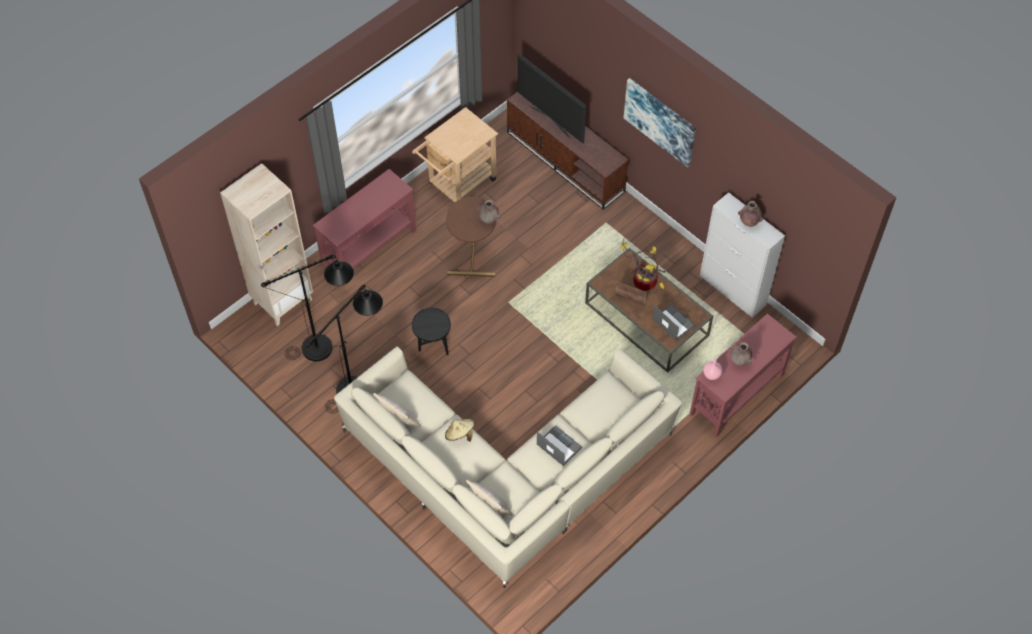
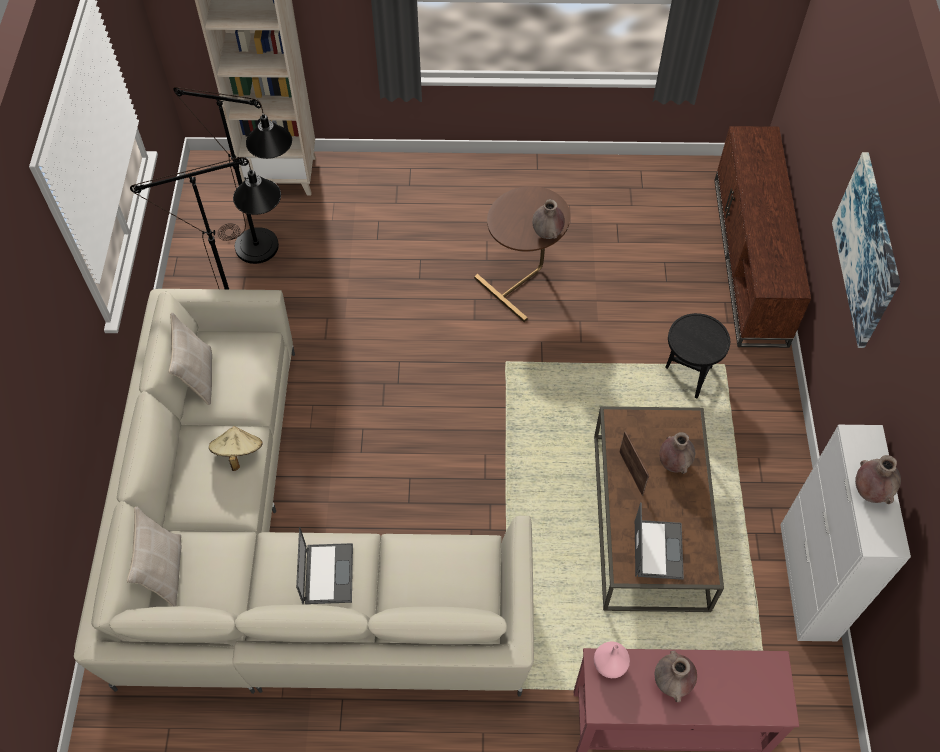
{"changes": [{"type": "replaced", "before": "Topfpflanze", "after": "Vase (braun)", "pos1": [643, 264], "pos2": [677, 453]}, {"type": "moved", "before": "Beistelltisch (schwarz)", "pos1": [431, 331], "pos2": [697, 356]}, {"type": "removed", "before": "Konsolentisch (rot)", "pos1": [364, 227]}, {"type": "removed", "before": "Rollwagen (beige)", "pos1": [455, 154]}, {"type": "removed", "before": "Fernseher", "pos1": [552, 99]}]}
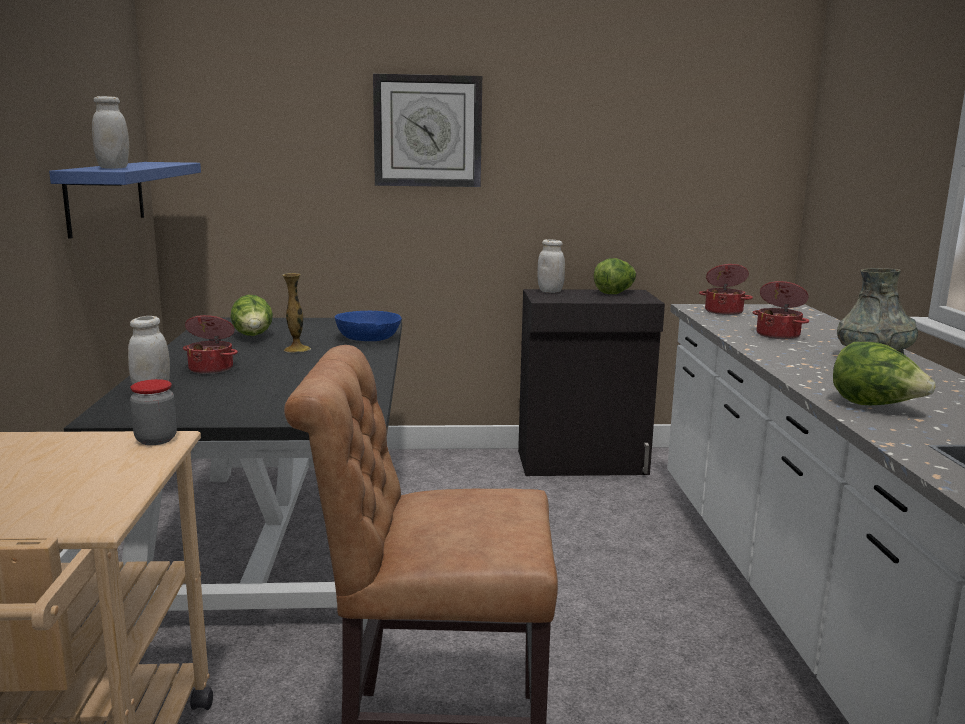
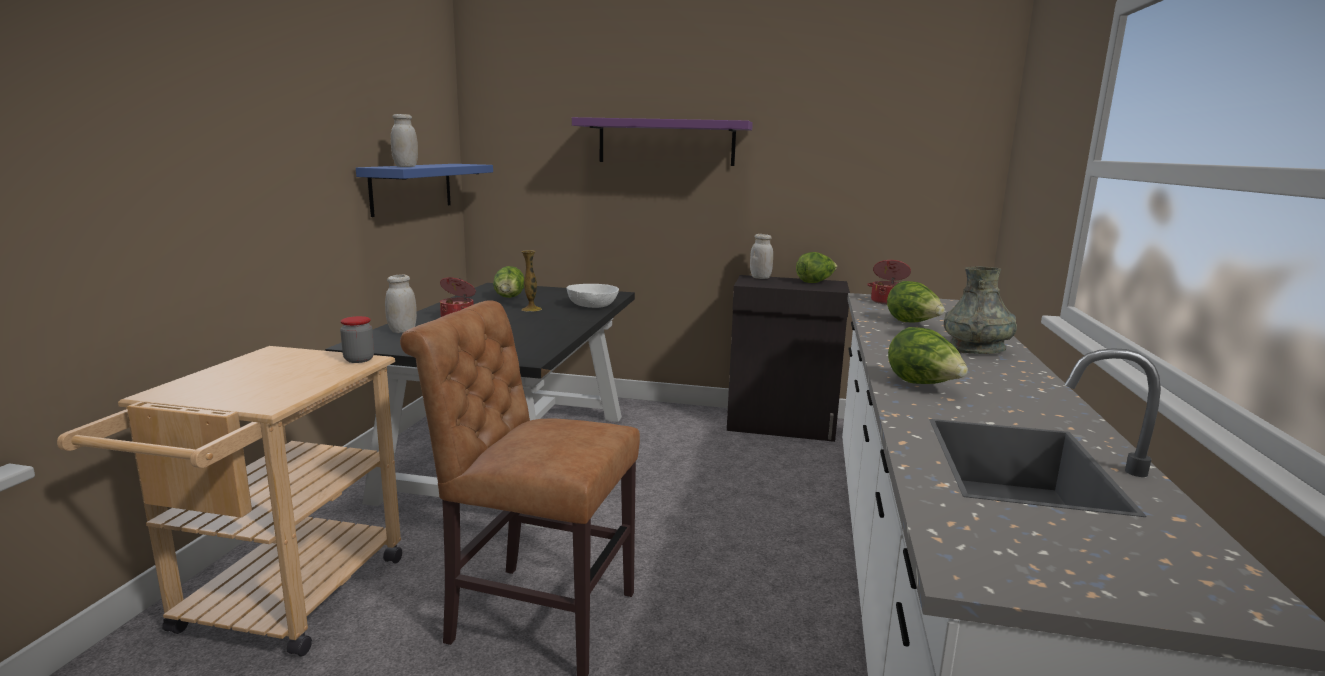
{"changes": [{"type": "recoloured", "before": "Schüssel (blau)", "after": "Schüssel (weiß)", "pos1": [368, 326], "pos2": [593, 296]}, {"type": "replaced", "before": "Wanduhr", "after": "Wandregal (lila)", "pos1": [427, 130], "pos2": [662, 141]}, {"type": "replaced", "before": "Kochtopf", "after": "Salatkopf", "pos1": [781, 310], "pos2": [916, 302]}]}
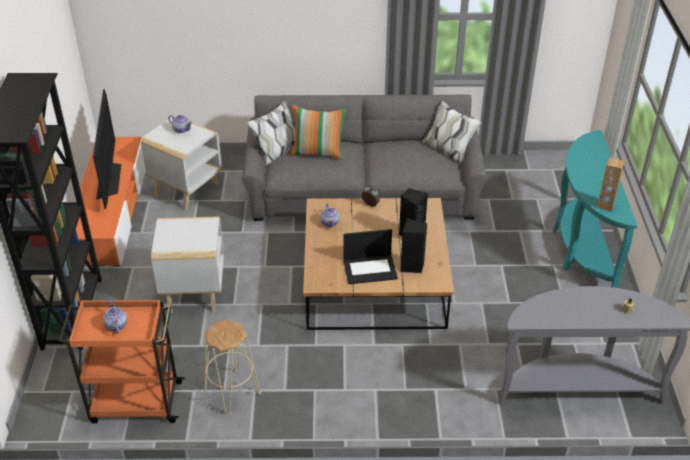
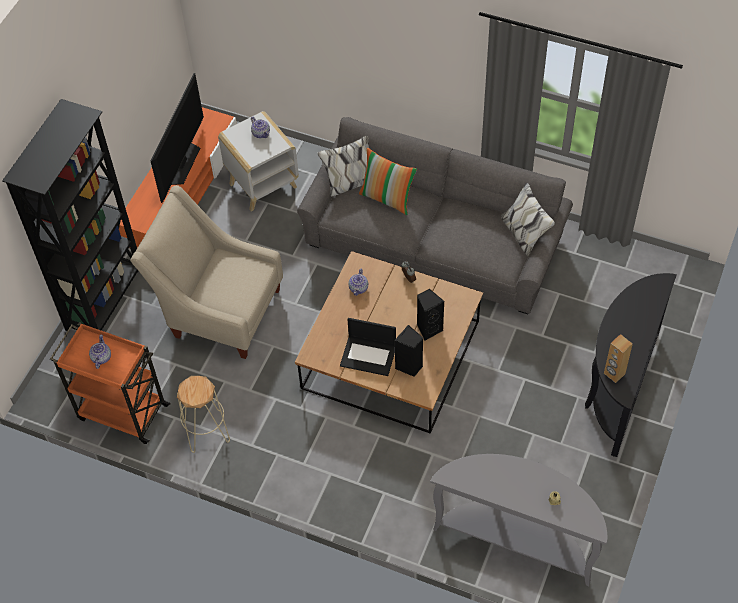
{"changes": [{"type": "replaced", "before": "Beistelltisch (weiß)", "after": "Sessel (beige)", "pos1": [187, 264], "pos2": [206, 272]}, {"type": "recoloured", "before": "Konsolentisch (türkis)", "after": "Konsolentisch (schwarz)", "pos1": [595, 209], "pos2": [630, 365]}]}
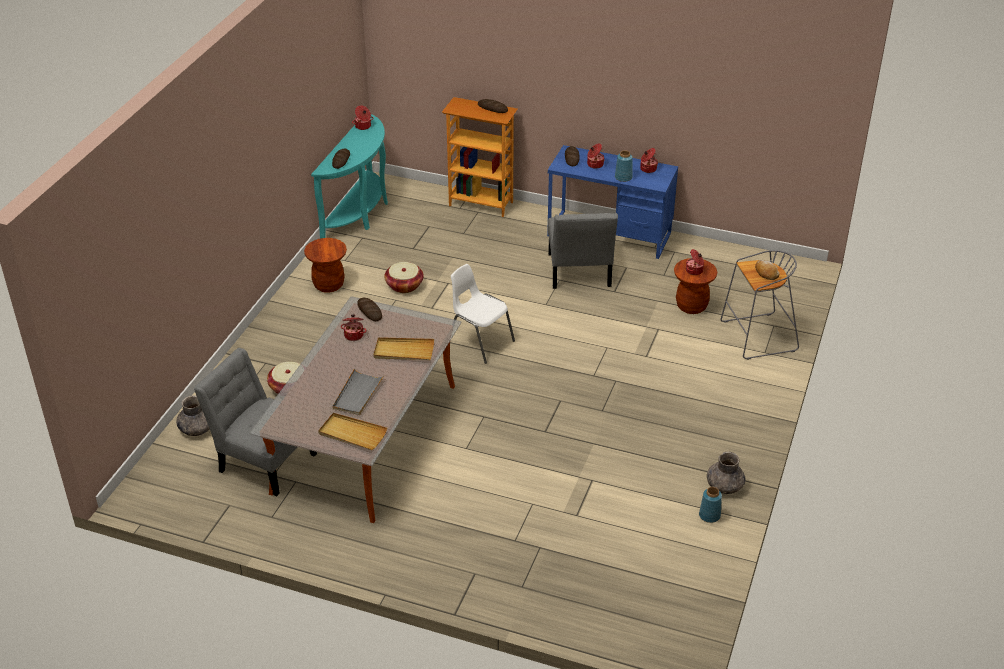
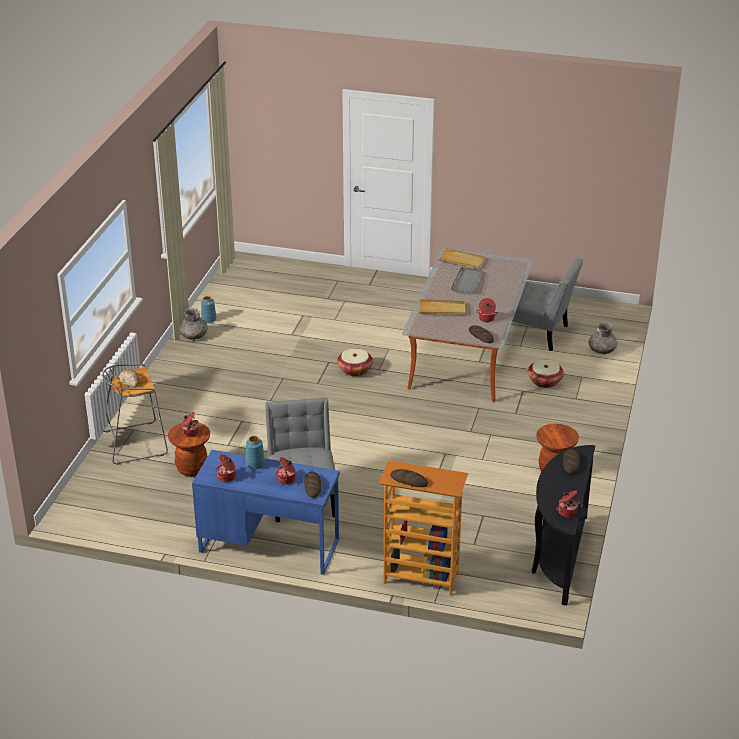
{"changes": [{"type": "moved", "before": "Korb", "pos1": [404, 277], "pos2": [355, 362]}, {"type": "recoloured", "before": "Konsolentisch (türkis)", "after": "Konsolentisch (schwarz)", "pos1": [349, 176], "pos2": [563, 525]}, {"type": "removed", "before": "Stuhl (weiß)", "pos1": [483, 314]}]}
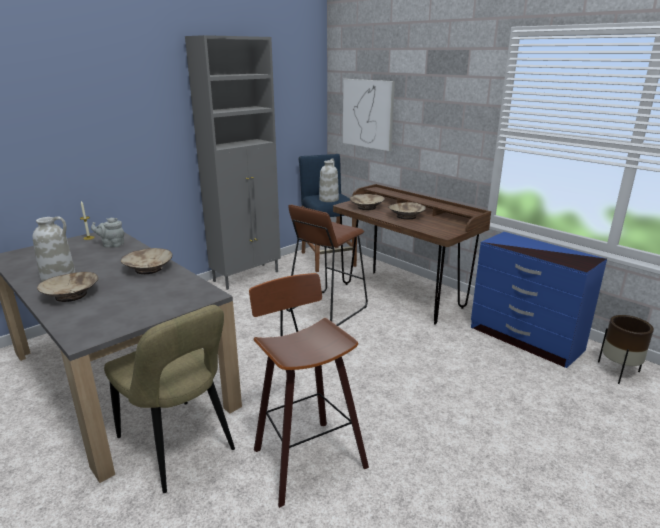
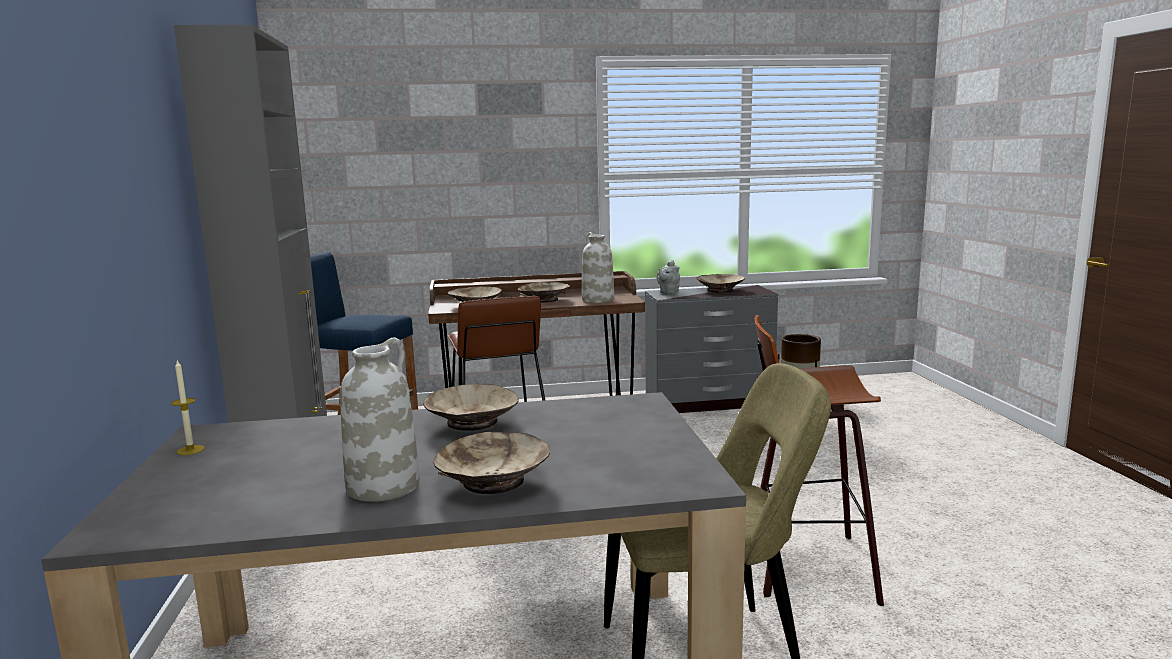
{"changes": [{"type": "moved", "before": "Vase (weiß)", "pos1": [329, 180], "pos2": [598, 267]}, {"type": "recoloured", "before": "Kommode (blau)", "after": "Kommode (grau)", "pos1": [539, 300], "pos2": [711, 349]}, {"type": "moved", "before": "Teekanne (grau)", "pos1": [107, 232], "pos2": [668, 277]}, {"type": "added", "after": "Schüssel (beige)", "pos2": [720, 283]}, {"type": "removed", "before": "Bild", "pos1": [369, 115]}]}
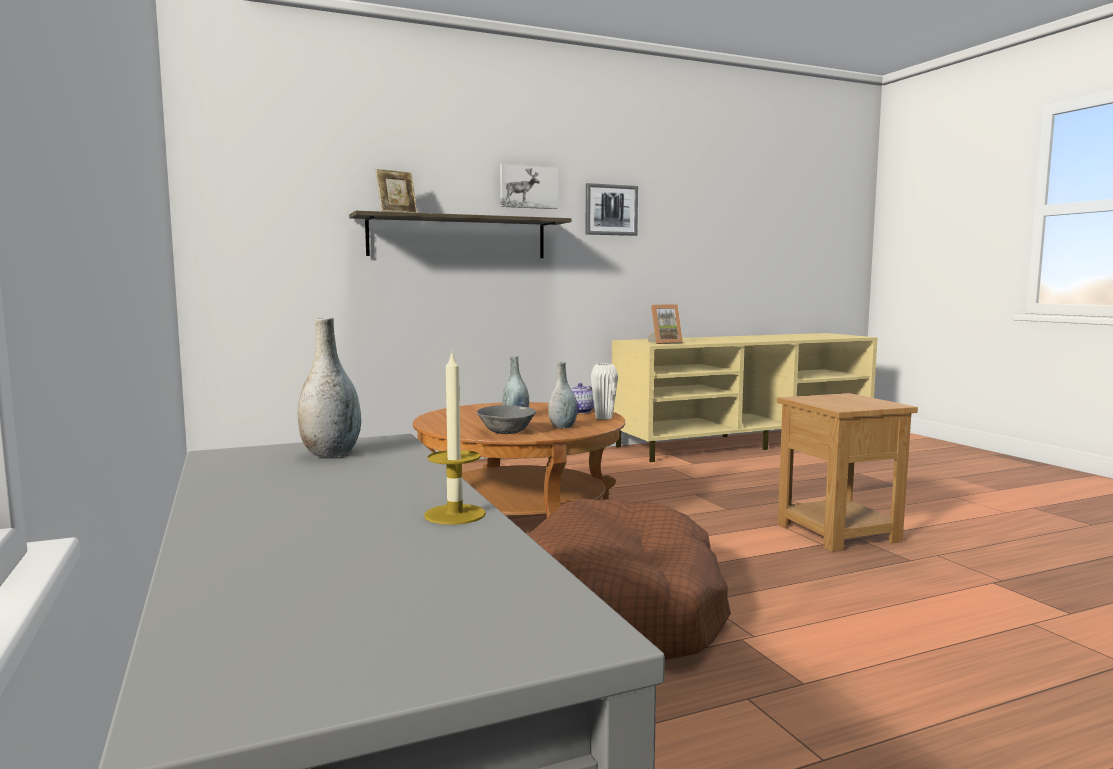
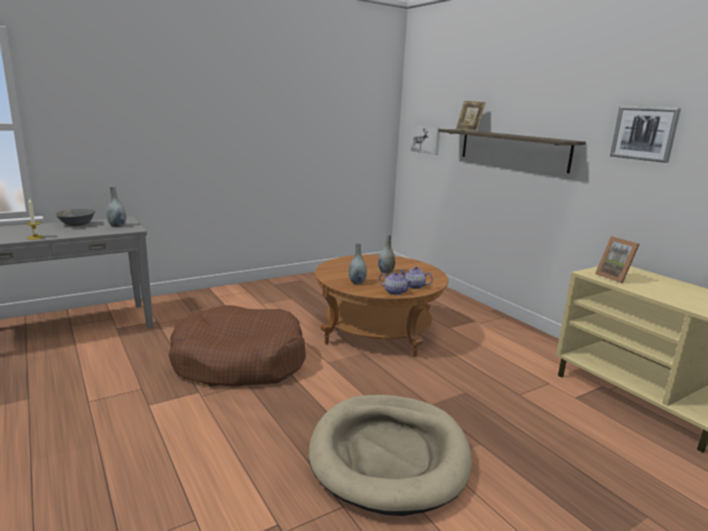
{"changes": [{"type": "moved", "before": "Schüssel (grau)", "pos1": [506, 419], "pos2": [75, 217]}, {"type": "replaced", "before": "Beistelltisch (braun)", "after": "Hundebett (beige)", "pos1": [847, 472], "pos2": [390, 455]}, {"type": "replaced", "before": "Vase (weiß)", "after": "Teekanne", "pos1": [604, 391], "pos2": [396, 283]}, {"type": "moved", "before": "Bild", "pos1": [529, 186], "pos2": [425, 140]}]}
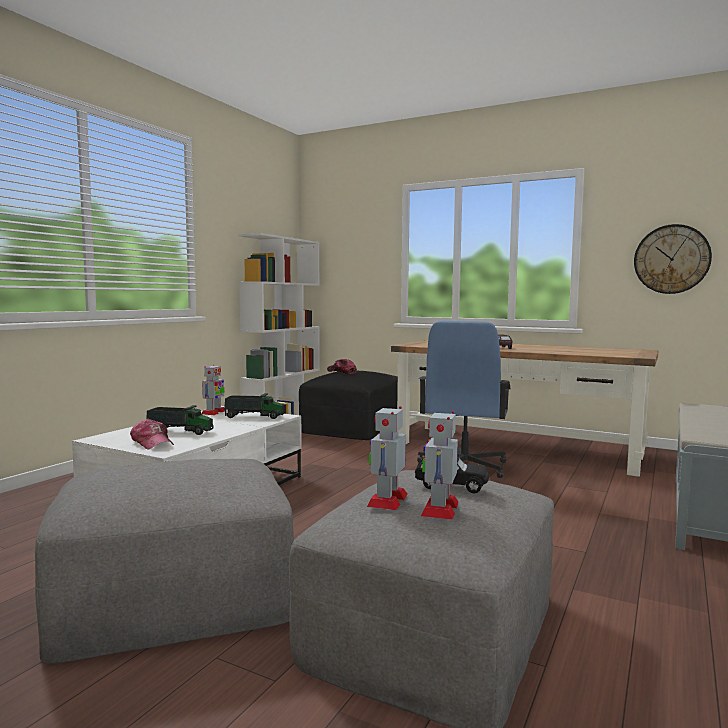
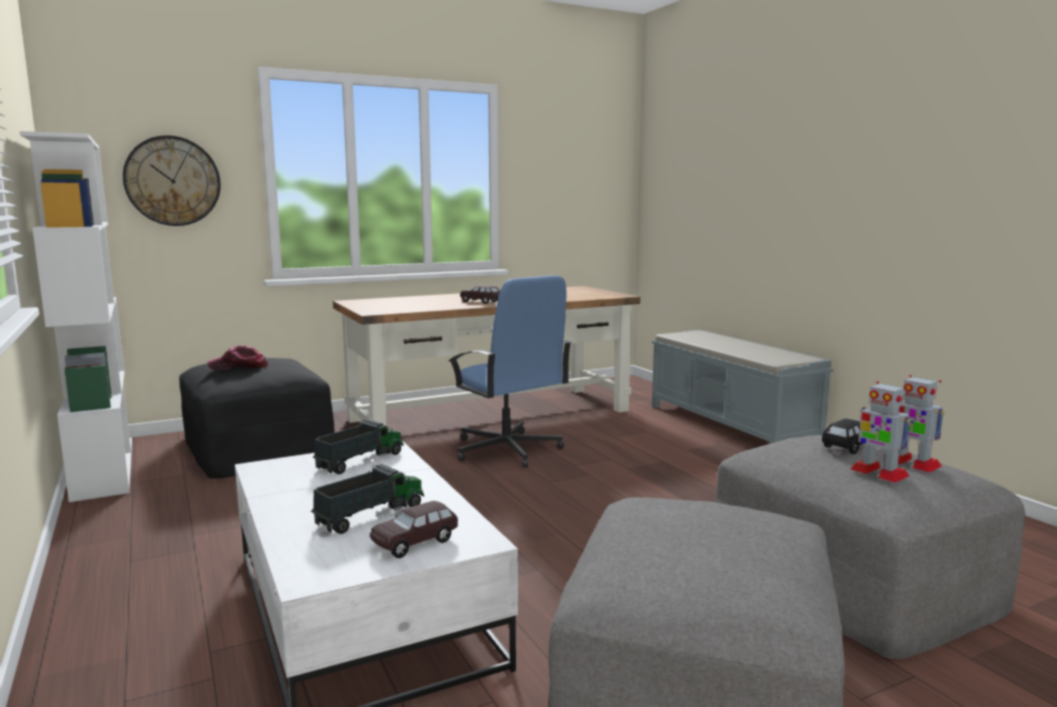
{"changes": [{"type": "moved", "before": "Wanduhr", "pos1": [673, 259], "pos2": [172, 180]}, {"type": "replaced", "before": "Kappe", "after": "Spielzeugauto (braun)", "pos1": [152, 434], "pos2": [414, 529]}, {"type": "removed", "before": "Spielzeugroboter", "pos1": [214, 390]}]}
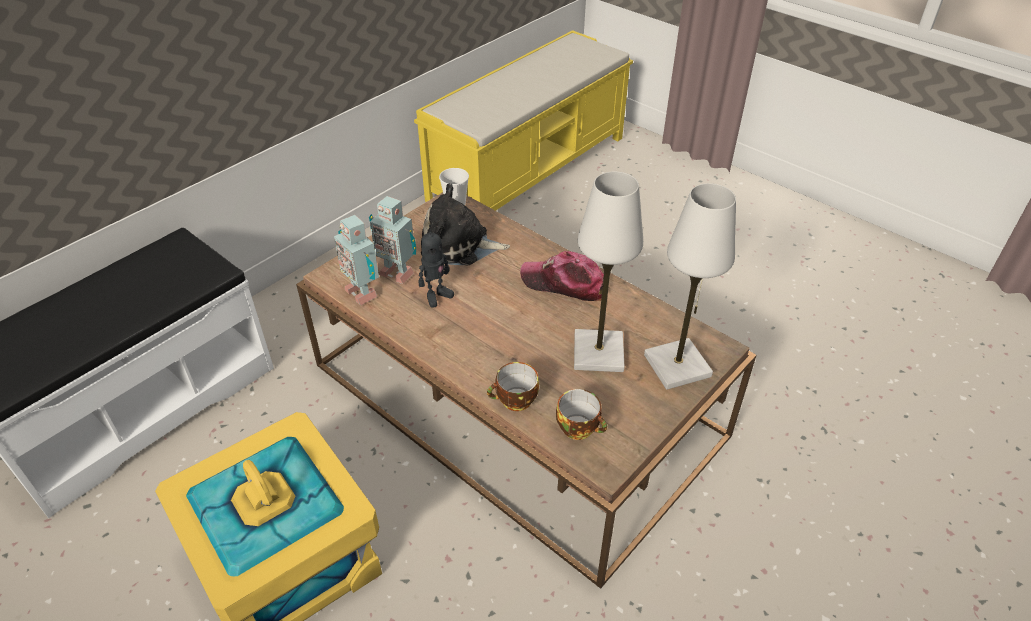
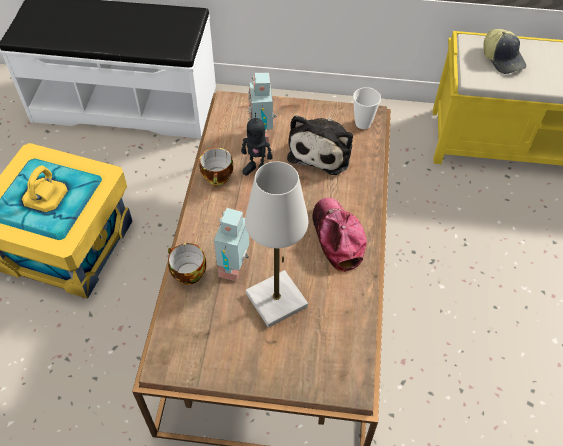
{"changes": [{"type": "moved", "before": "Tasse", "pos1": [581, 414], "pos2": [216, 167]}, {"type": "moved", "before": "Spielzeugroboter", "pos1": [356, 260], "pos2": [231, 244]}, {"type": "turned", "before": "Plüschtier", "pos1": [465, 224], "pos2": [320, 145], "turn": -135}, {"type": "added", "after": "Kappe", "pos2": [504, 51]}, {"type": "removed", "before": "Tischlampe (weiß)", "pos1": [690, 286]}]}
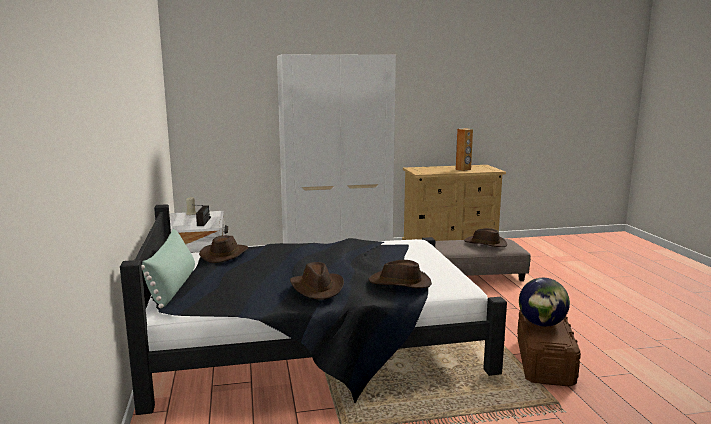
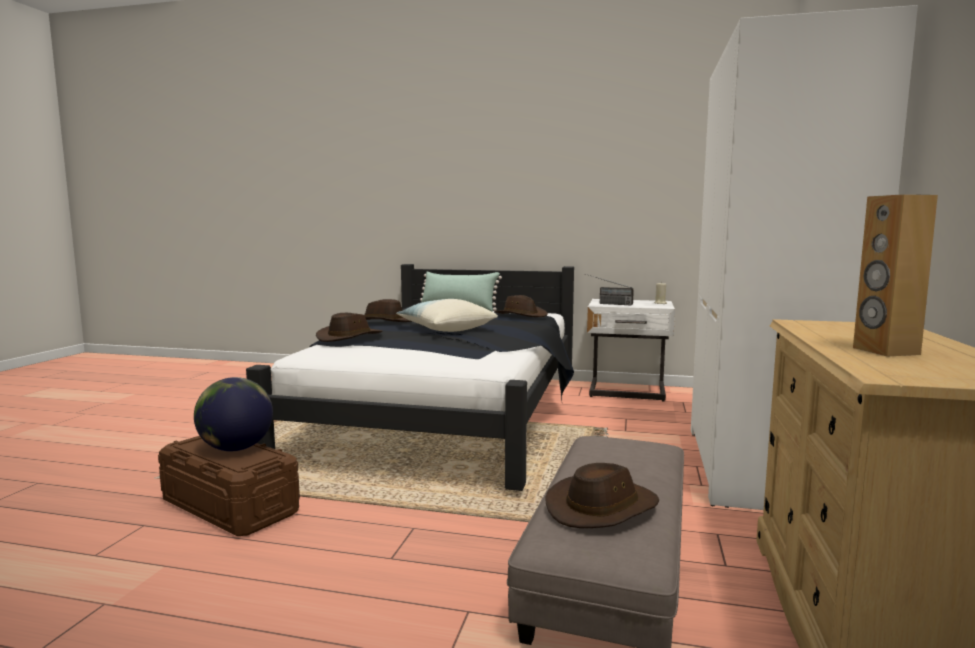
{"changes": [{"type": "added", "after": "Kissen", "pos2": [447, 315]}]}
